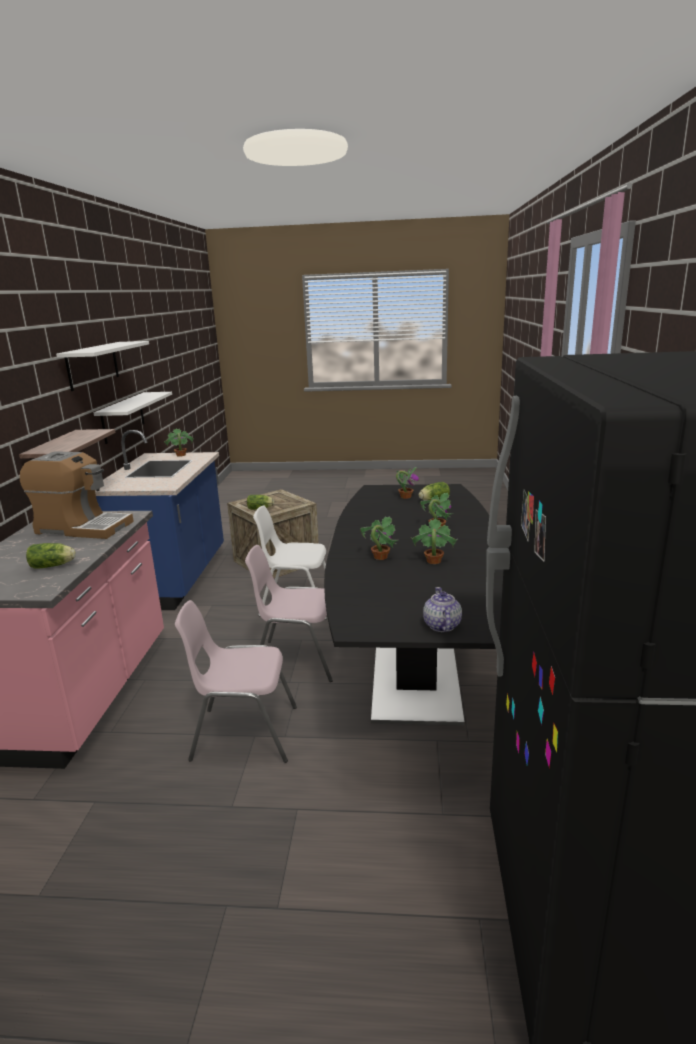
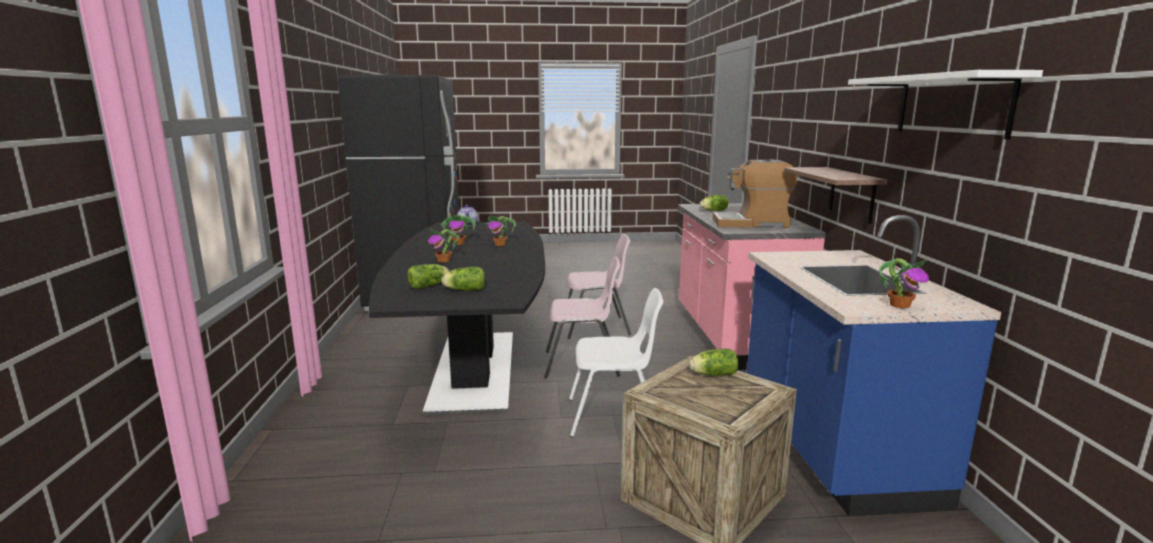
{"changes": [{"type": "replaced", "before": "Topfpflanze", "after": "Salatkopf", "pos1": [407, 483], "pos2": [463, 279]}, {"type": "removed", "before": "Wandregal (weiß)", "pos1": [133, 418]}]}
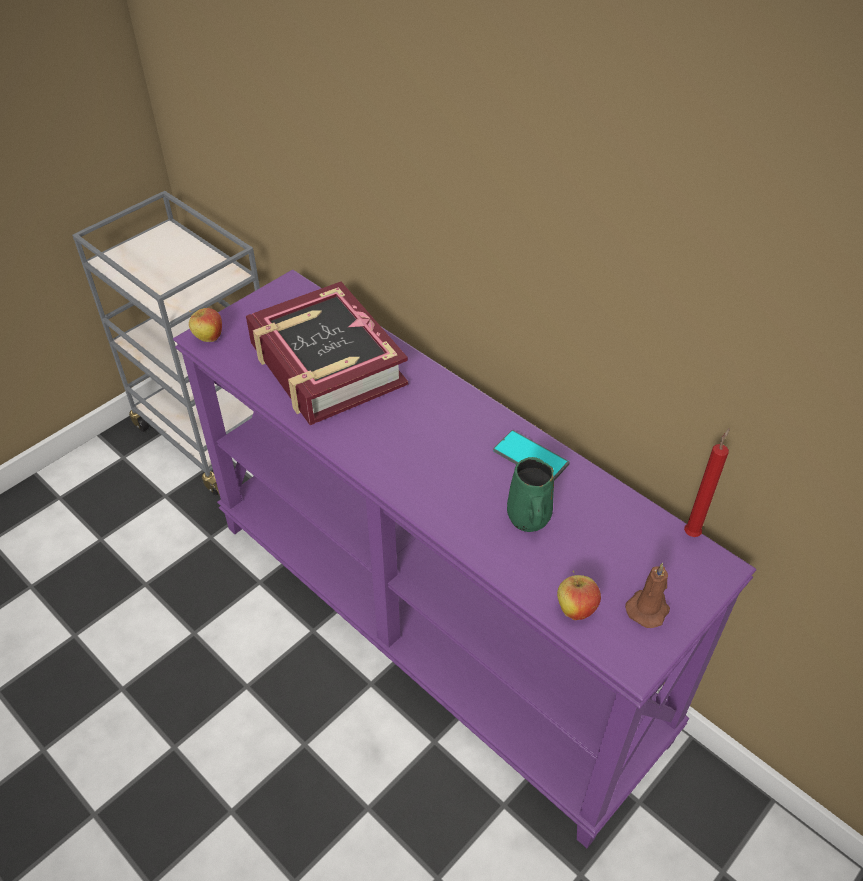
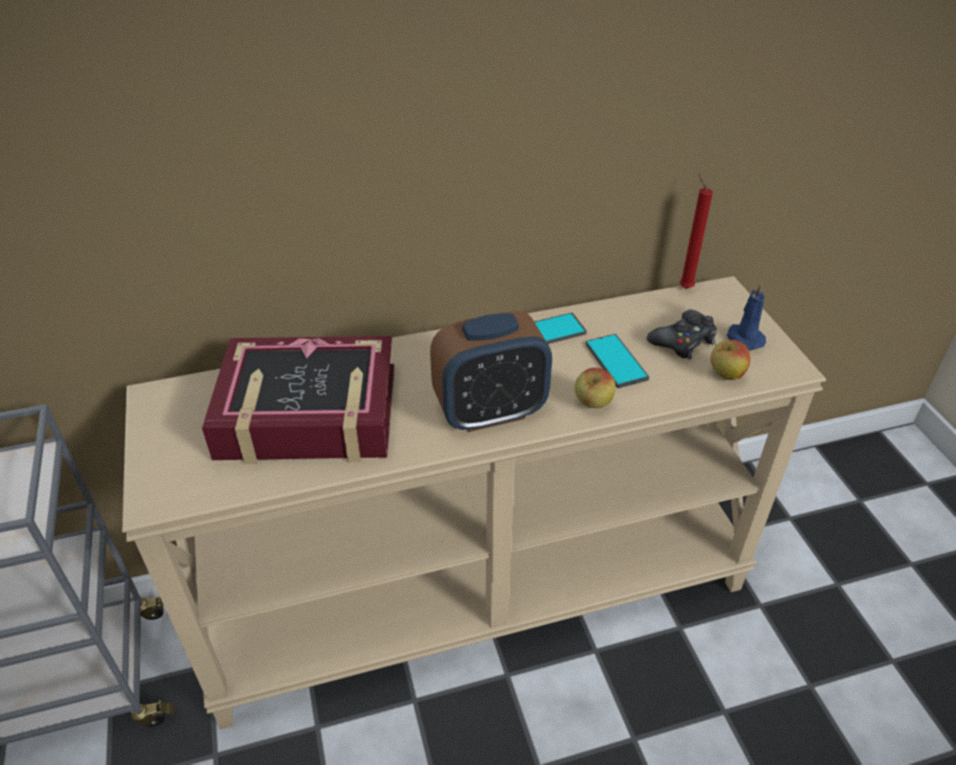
{"changes": [{"type": "recoloured", "before": "Konsolentisch (lila)", "after": "Konsolentisch (beige)", "pos1": [464, 558], "pos2": [474, 503]}, {"type": "added", "after": "Wecker", "pos2": [491, 371]}, {"type": "moved", "before": "Apfel", "pos1": [205, 325], "pos2": [595, 388]}, {"type": "replaced", "before": "Henkelbecher (grün)", "after": "Handy", "pos1": [530, 494], "pos2": [617, 361]}, {"type": "added", "after": "Gamepad (schwarz)", "pos2": [682, 334]}, {"type": "recoloured", "before": "Kerze (braun)", "after": "Kerze (blau)", "pos1": [647, 595], "pos2": [746, 317]}]}
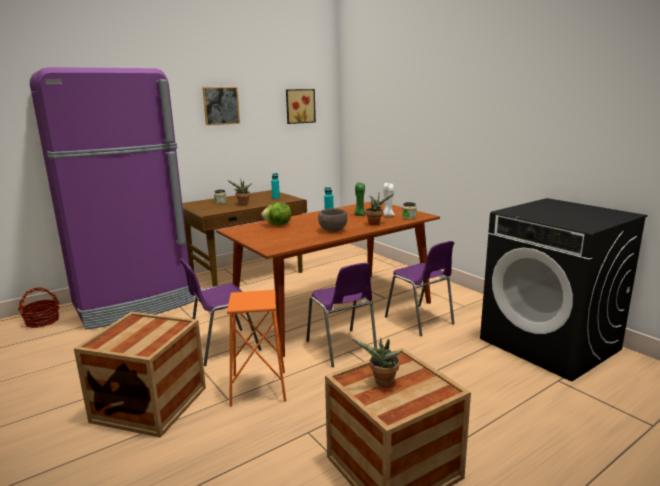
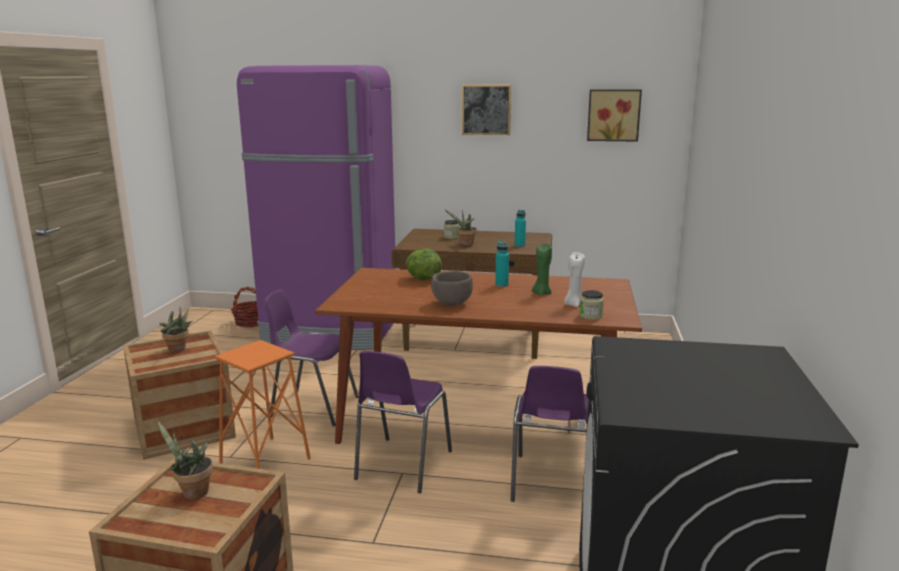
{"changes": [{"type": "moved", "before": "Topfpflanze", "pos1": [380, 208], "pos2": [176, 330]}]}
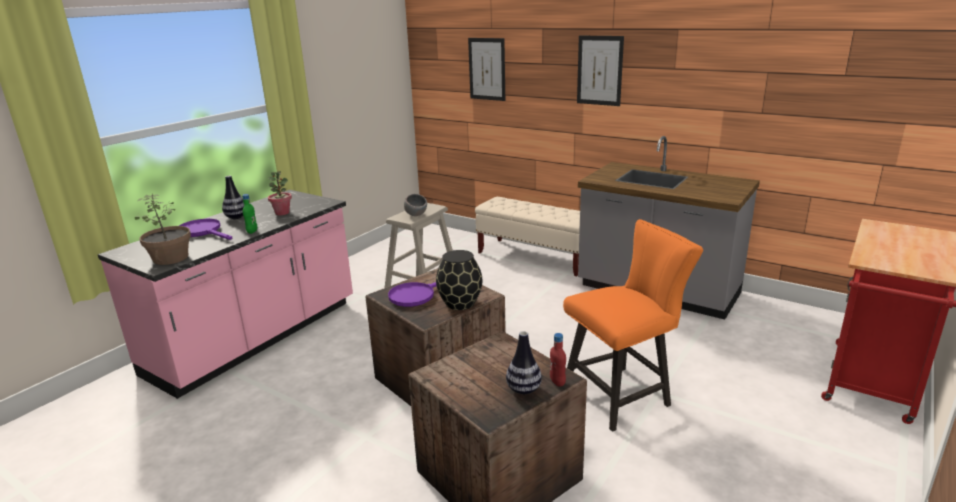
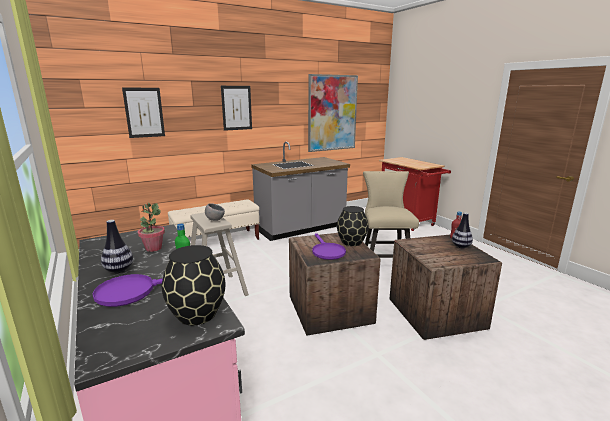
{"changes": [{"type": "replaced", "before": "Topfpflanze", "after": "Vase (schwarz)", "pos1": [163, 229], "pos2": [193, 285]}, {"type": "added", "after": "Bild", "pos2": [333, 113]}, {"type": "recoloured", "before": "Stuhl (orange)", "after": "Stuhl (beige)", "pos1": [633, 325], "pos2": [391, 214]}]}
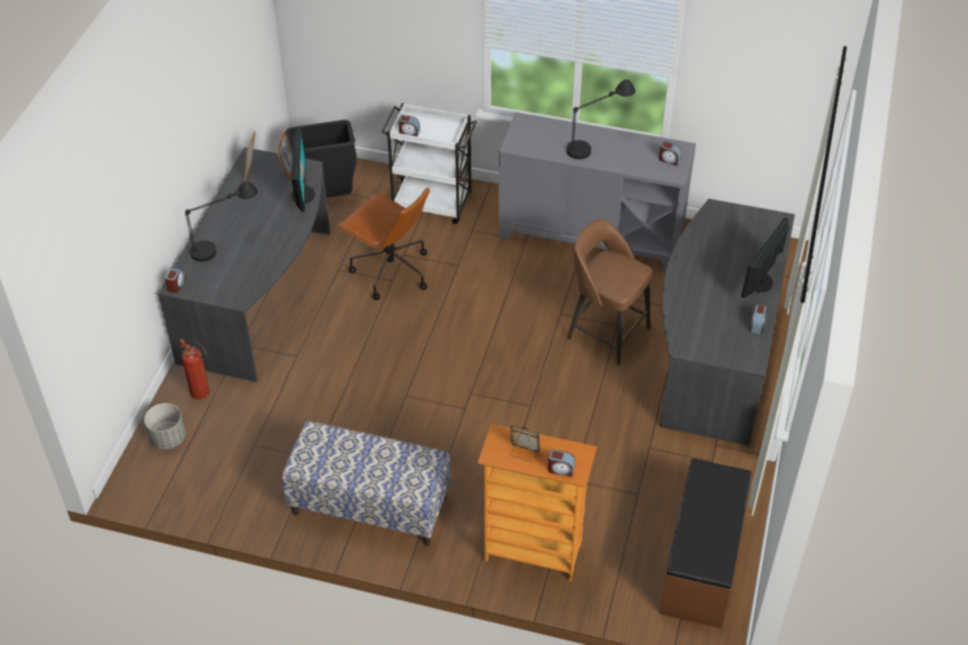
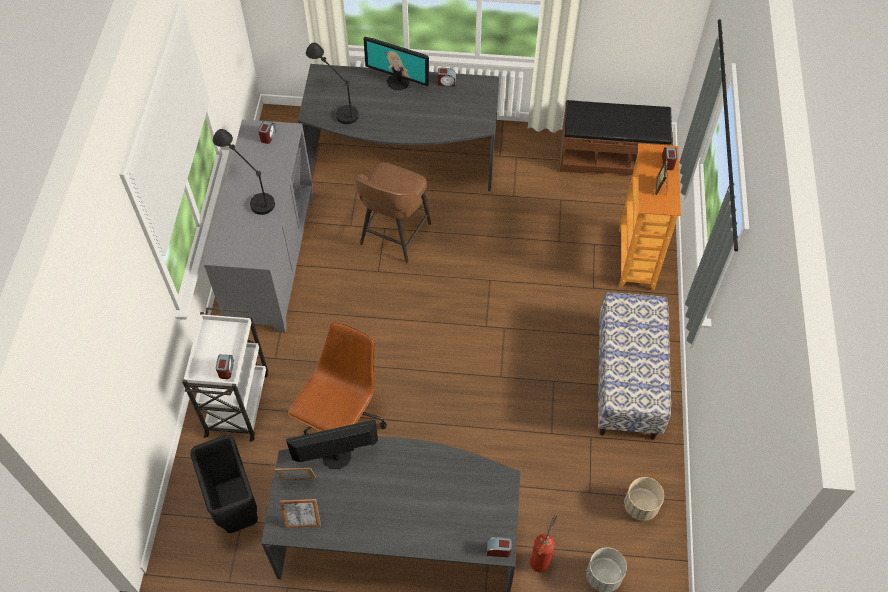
{"changes": [{"type": "moved", "before": "Tischlampe (schwarz)", "pos1": [221, 221], "pos2": [332, 83]}, {"type": "added", "after": "Pflanzkübel (beige)", "pos2": [644, 499]}]}
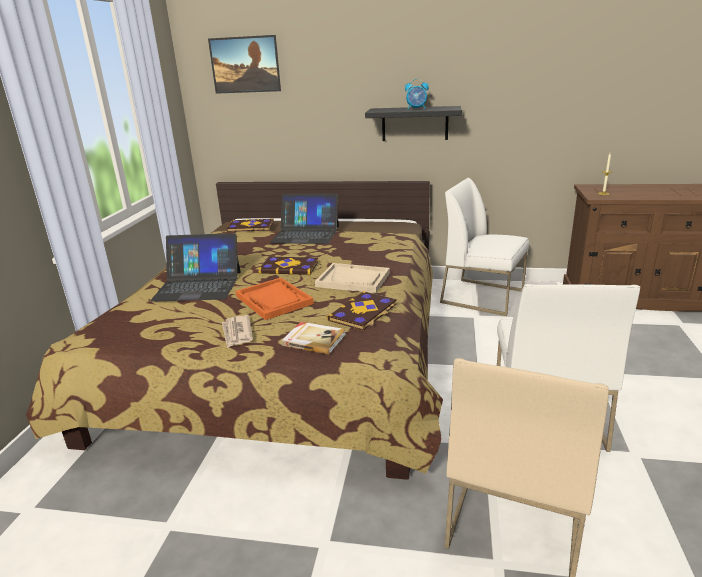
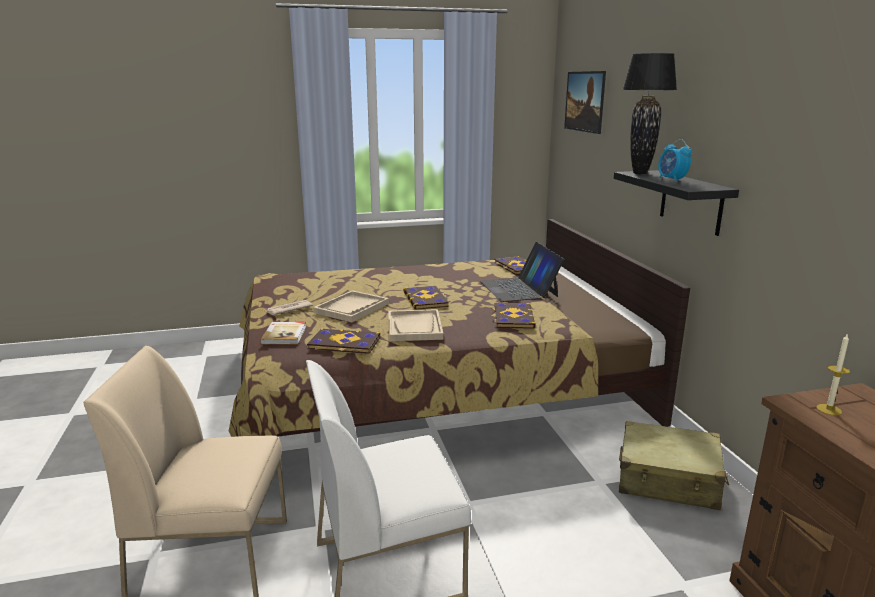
{"changes": [{"type": "recoloured", "before": "Tablett (orange)", "after": "Tablett (beige)", "pos1": [275, 299], "pos2": [351, 306]}, {"type": "added", "after": "Buch", "pos2": [513, 316]}, {"type": "replaced", "before": "Stuhl (weiß)", "after": "Koffer (beige)", "pos1": [484, 247], "pos2": [674, 465]}, {"type": "added", "after": "Tischlampe (schwarz)", "pos2": [649, 113]}, {"type": "removed", "before": "Laptop", "pos1": [195, 267]}]}
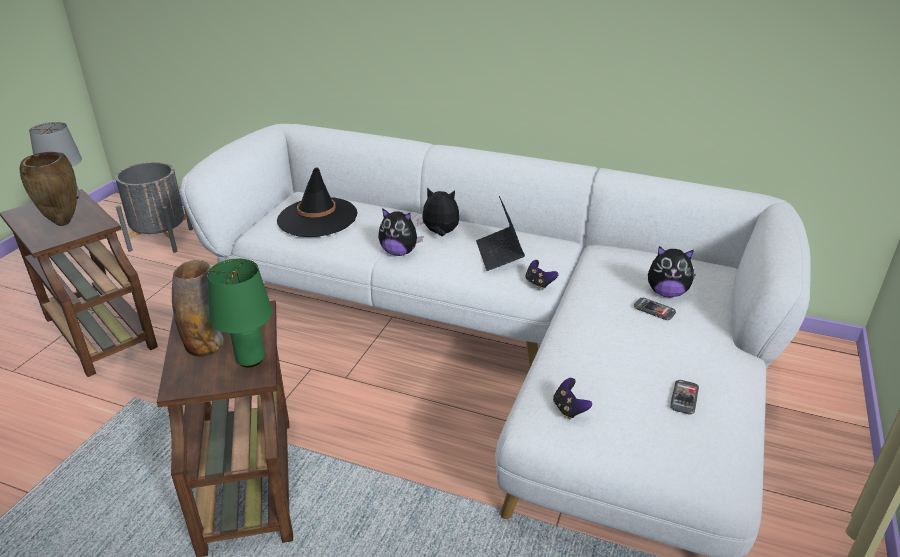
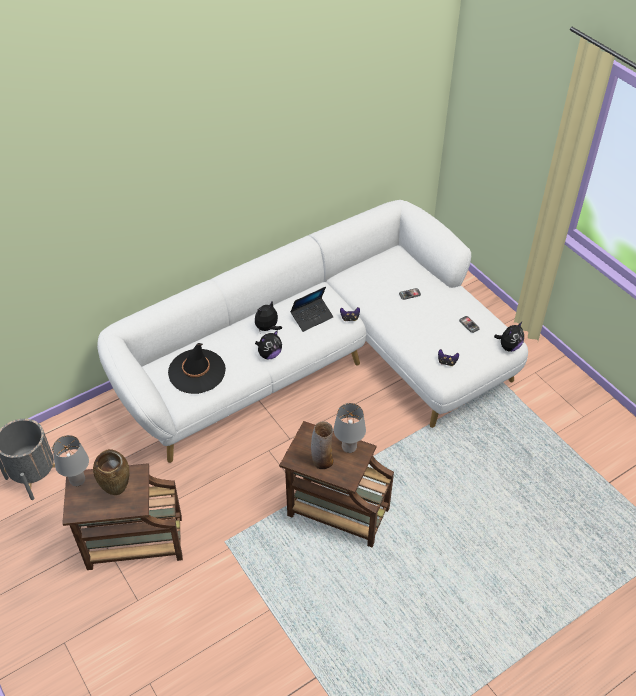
{"changes": [{"type": "turned", "before": "Laptop", "pos1": [500, 233], "pos2": [312, 309], "turn": -60}, {"type": "recoloured", "before": "Tischlampe (grün)", "after": "Tischlampe (grau)", "pos1": [239, 312], "pos2": [349, 428]}, {"type": "moved", "before": "Plüschtier", "pos1": [672, 271], "pos2": [509, 337]}]}
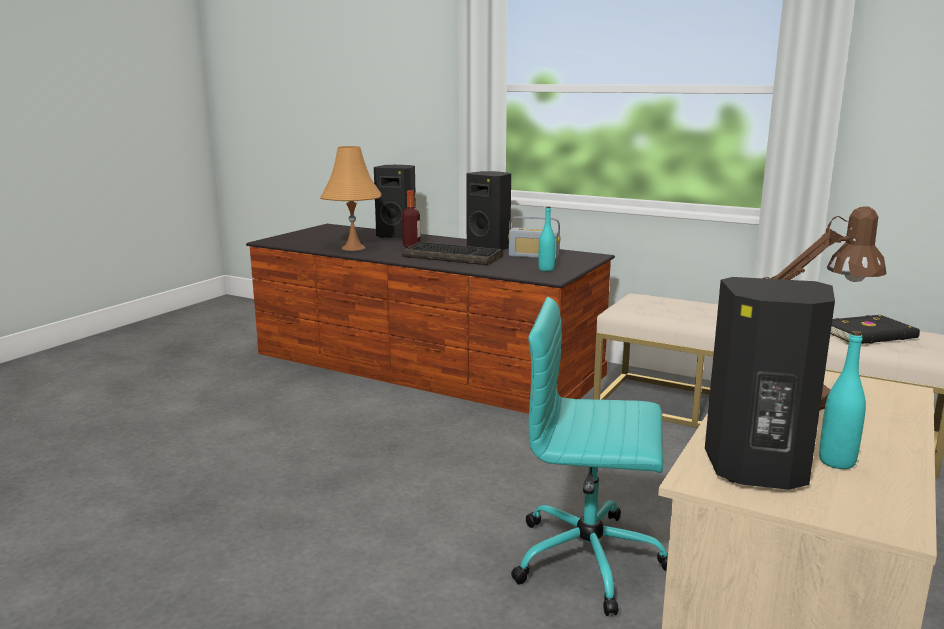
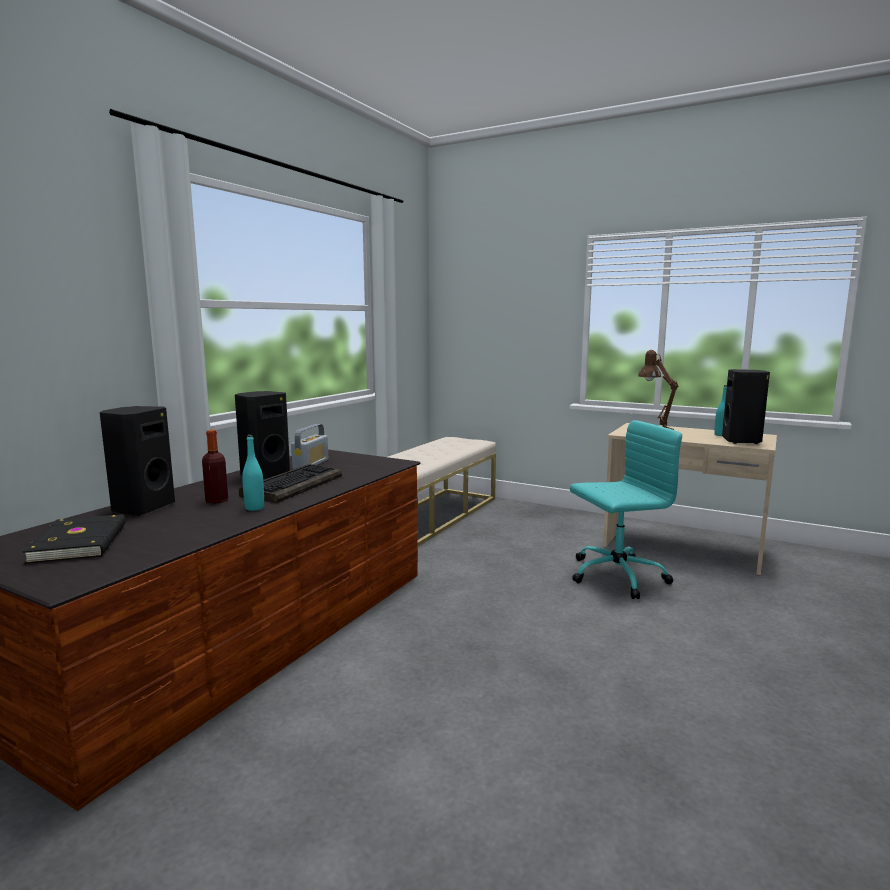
{"changes": [{"type": "moved", "before": "Buch (schwarz)", "pos1": [875, 329], "pos2": [74, 539]}, {"type": "moved", "before": "Flasche (türkis)", "pos1": [547, 239], "pos2": [253, 473]}, {"type": "turned", "before": "Bürostuhl (türkis)", "pos1": [589, 456], "pos2": [626, 509], "turn": -120}, {"type": "removed", "before": "Tischlampe (orange)", "pos1": [350, 198]}]}
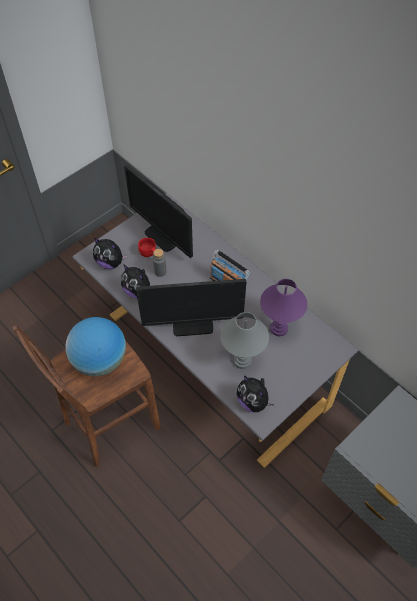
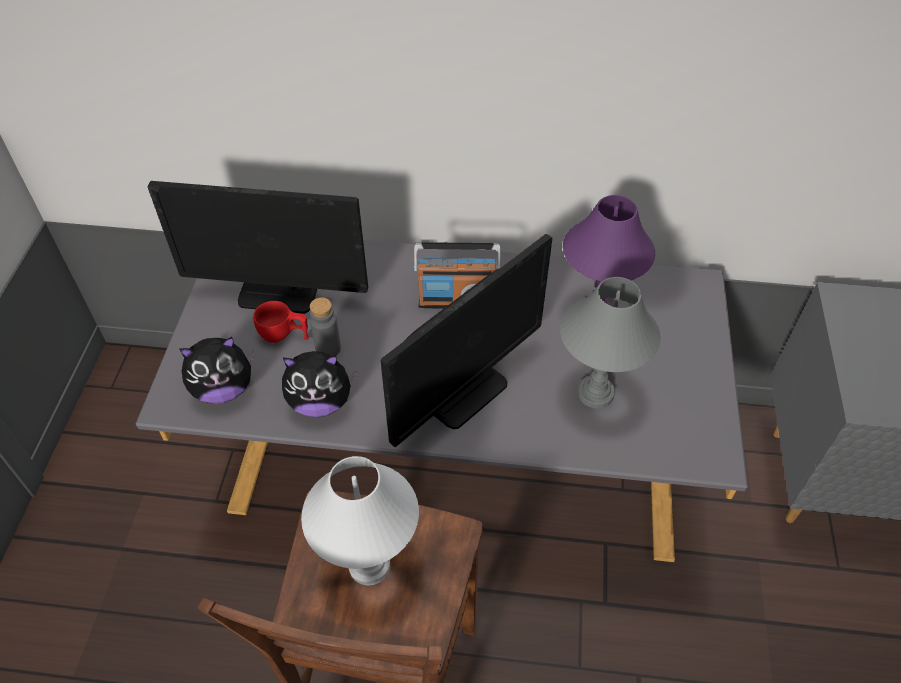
{"changes": [{"type": "replaced", "before": "Globus", "after": "Tischlampe (weiß)", "pos1": [96, 347], "pos2": [360, 521]}, {"type": "removed", "before": "Plüschtier", "pos1": [255, 393]}]}
